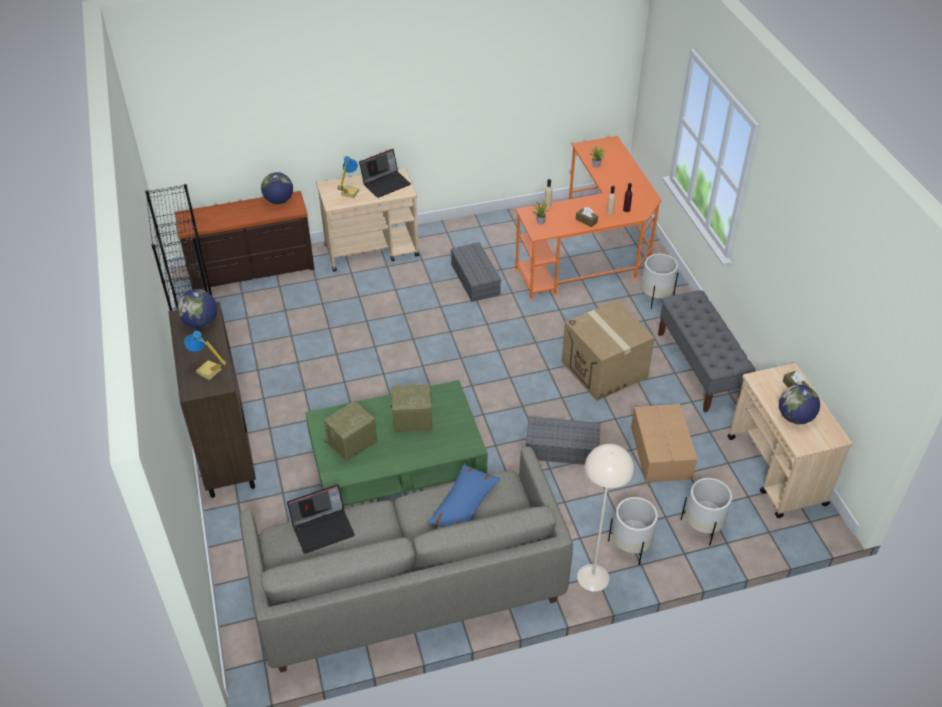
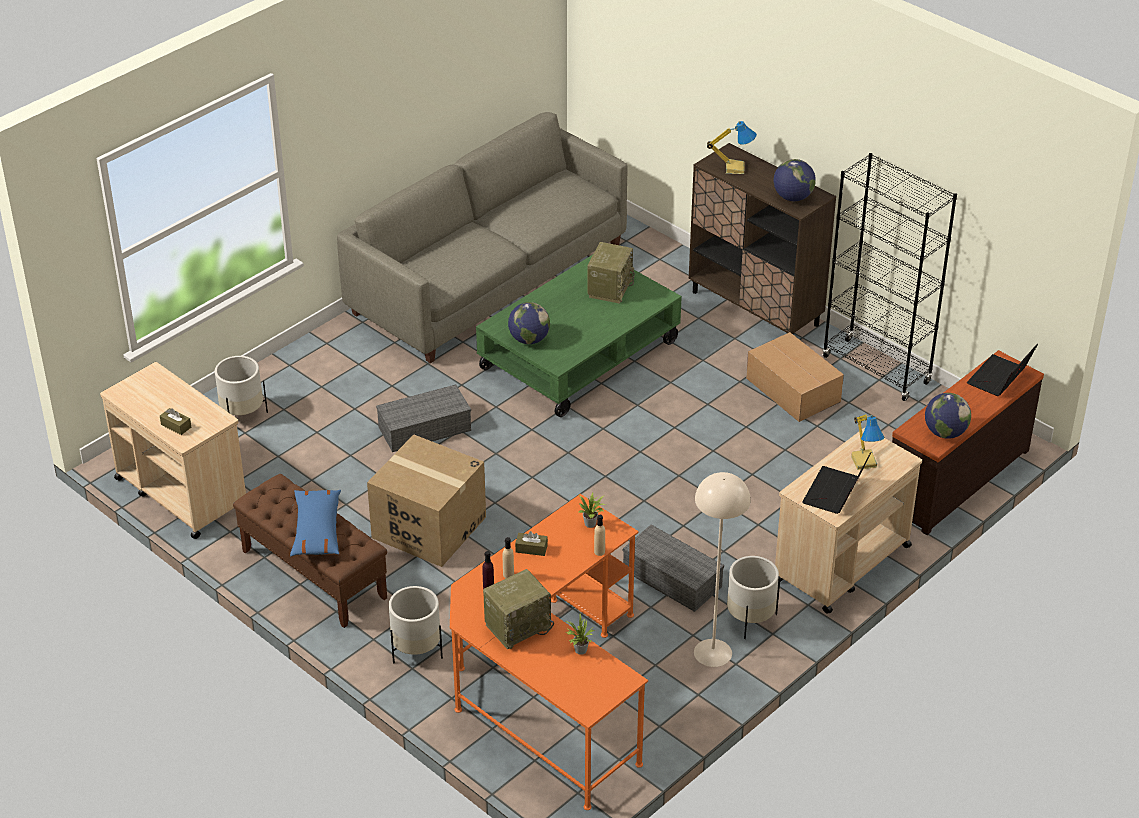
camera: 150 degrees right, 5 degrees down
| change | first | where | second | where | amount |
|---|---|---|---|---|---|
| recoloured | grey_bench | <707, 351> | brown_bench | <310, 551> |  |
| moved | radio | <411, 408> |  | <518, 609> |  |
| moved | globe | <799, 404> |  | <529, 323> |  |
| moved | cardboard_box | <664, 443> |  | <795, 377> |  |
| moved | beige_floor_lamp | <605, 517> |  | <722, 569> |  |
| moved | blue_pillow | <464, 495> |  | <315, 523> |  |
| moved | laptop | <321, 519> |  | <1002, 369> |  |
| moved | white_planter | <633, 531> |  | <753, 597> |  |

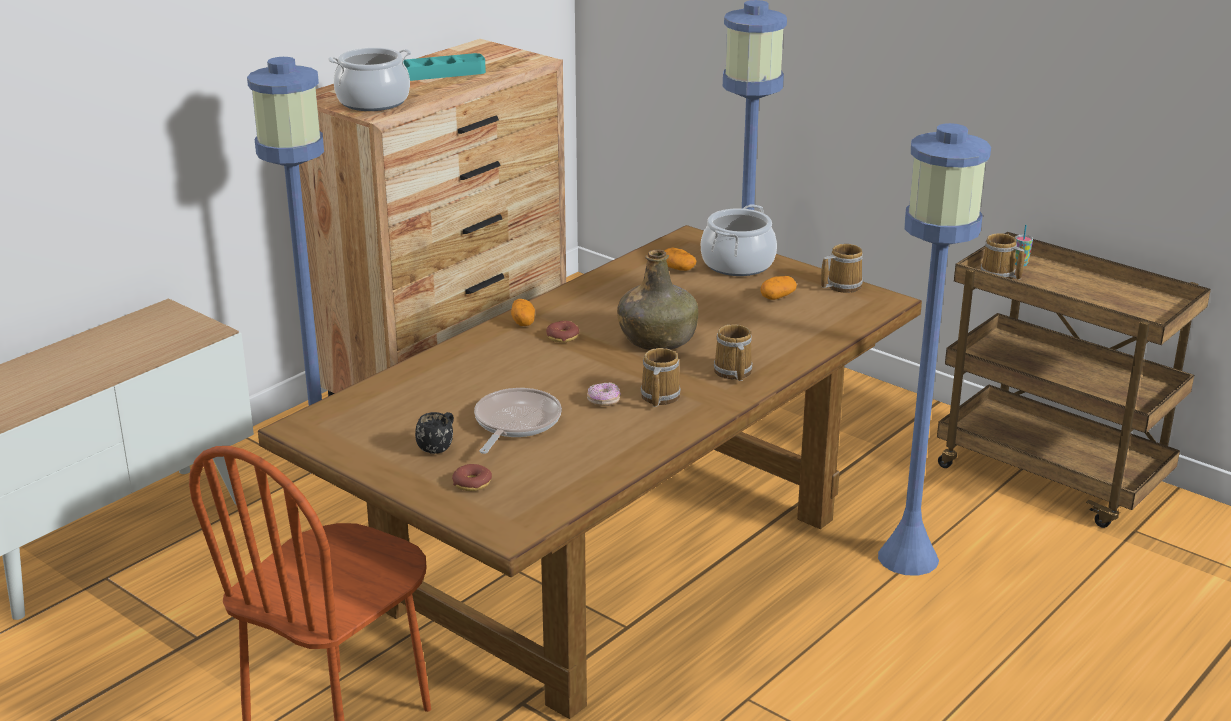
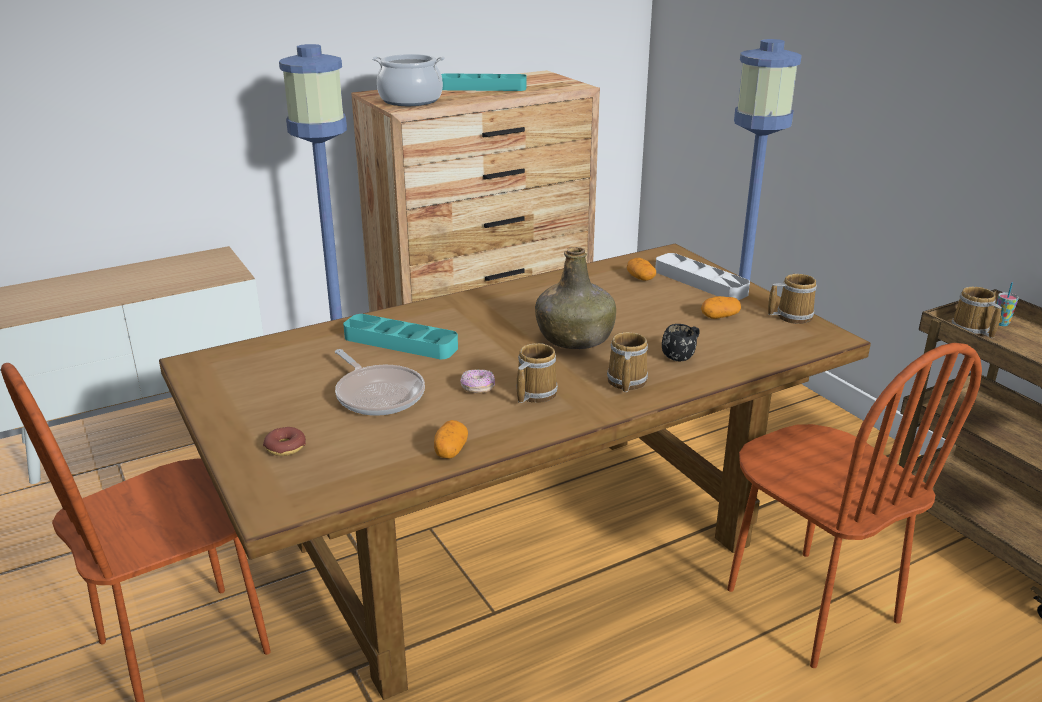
camera: 20 degrees right, 0 degrees up
| change | first | where | second | where | amount |
|---|---|---|---|---|---|
| replaced | blue_floor_lamp | <934, 349> | brown_chair | <854, 505> |  |
| replaced | cooking_pot | <739, 240> | grey_tray | <702, 276> |  |
| moved | potato | <523, 312> |  | <451, 439> |  |
| removed | donut | <562, 332> |  |  |  |
| turned | frying_pan | <518, 421> |  | <380, 382> | 105 degrees clockwise |
| moved | black_mug | <434, 433> |  | <681, 342> |  |
| added |  |  | turquoise_tray | <400, 336> |  |

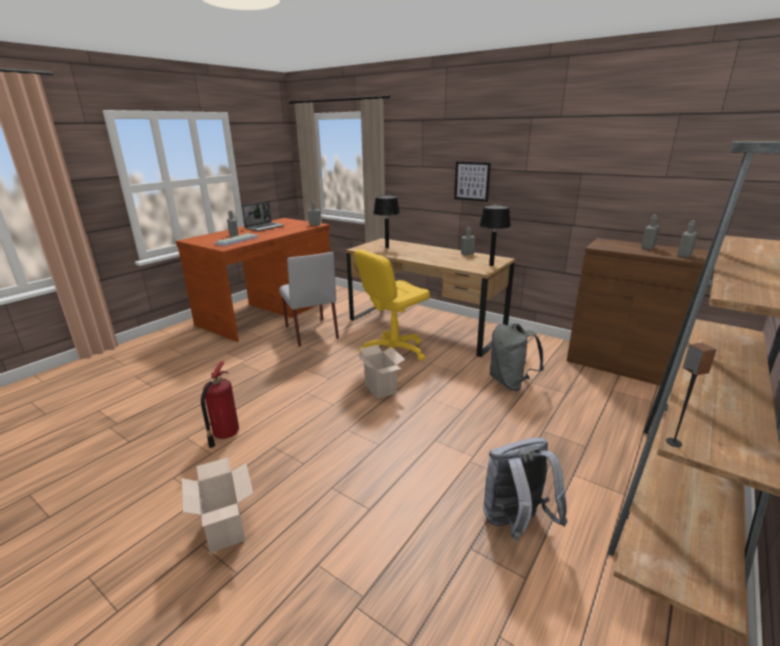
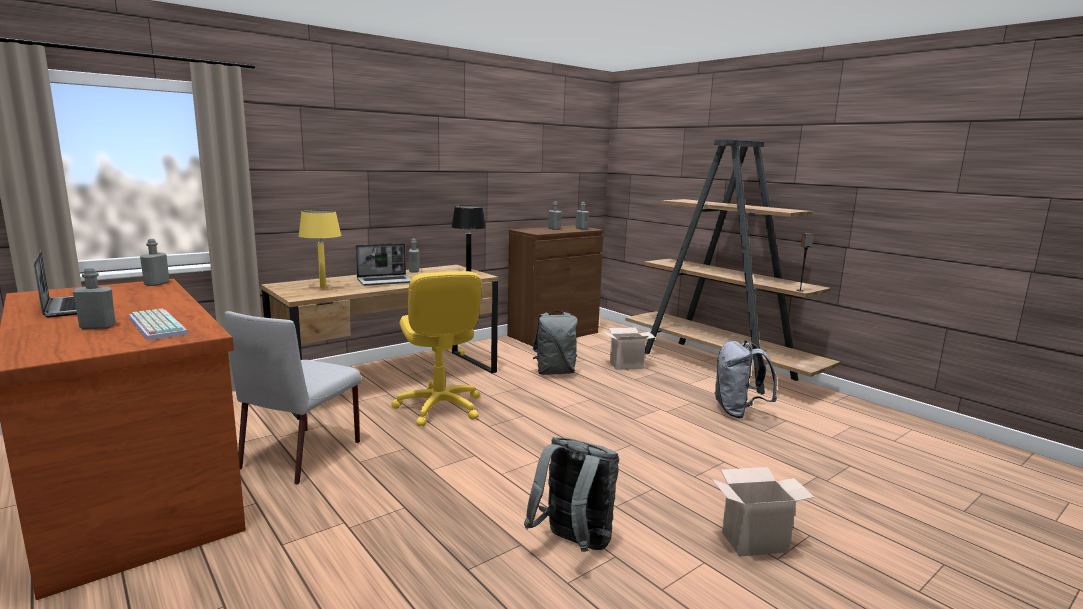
camera: 75 degrees left, 10 degrees down
| change | first | where | second | where | amount |
|---|---|---|---|---|---|
| removed | picture | <472, 181> |  |  |  |
| recoloured | black_table_lamp | <386, 221> | yellow_table_lamp | <319, 249> |  |
| turned | grey_chair | <309, 299> |  | <293, 398> | 120 degrees clockwise |
| moved | cardboard_box | <381, 372> |  | <629, 348> |  |
| replaced | fire_extinguisher | <220, 404> | grey_backpack | <571, 494> |  |
| added |  |  | laptop | <383, 264> |  |

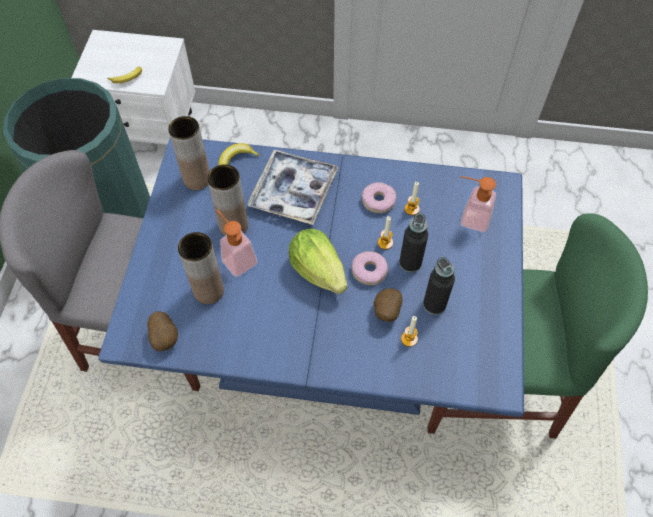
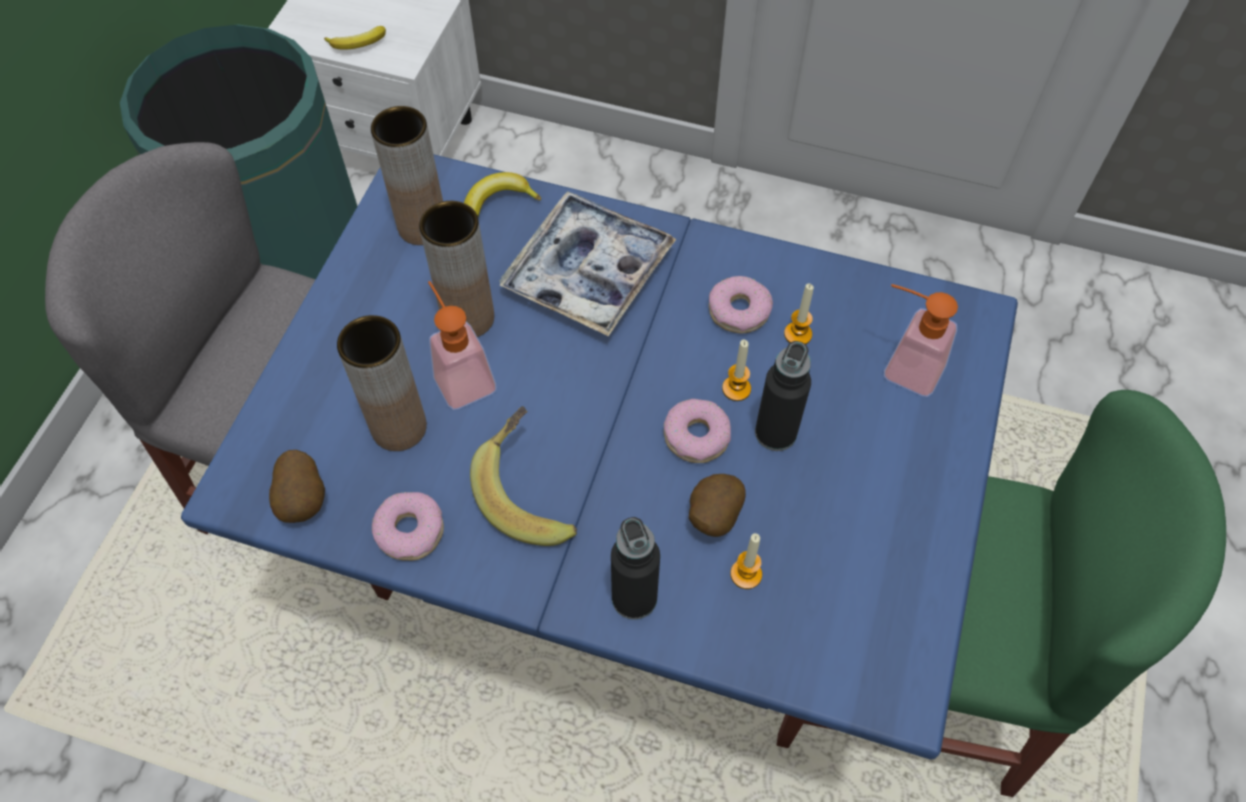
camera: 10 degrees right, 0 degrees up
| change | first | where | second | where | amount |
|---|---|---|---|---|---|
| removed | lettuce | <318, 261> |  |  |  |
| moved | black_bottle | <439, 286> |  | <635, 568> |  |
| added |  |  | banana | <523, 476> |  |
| added |  |  | donut | <408, 526> |  |

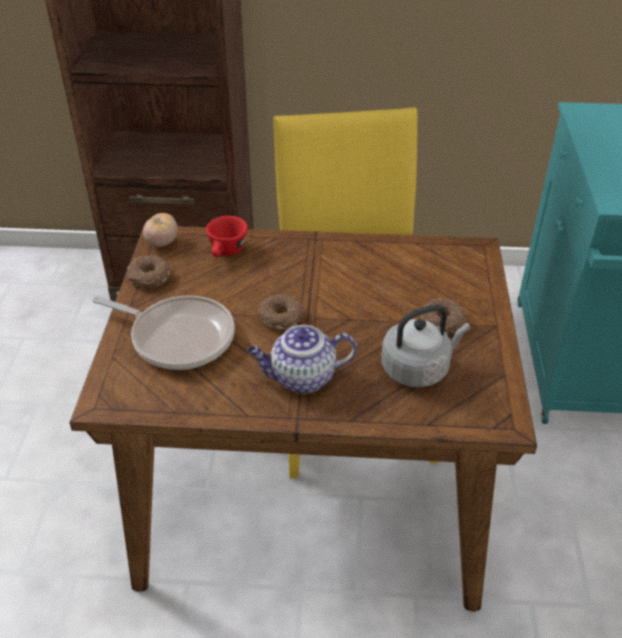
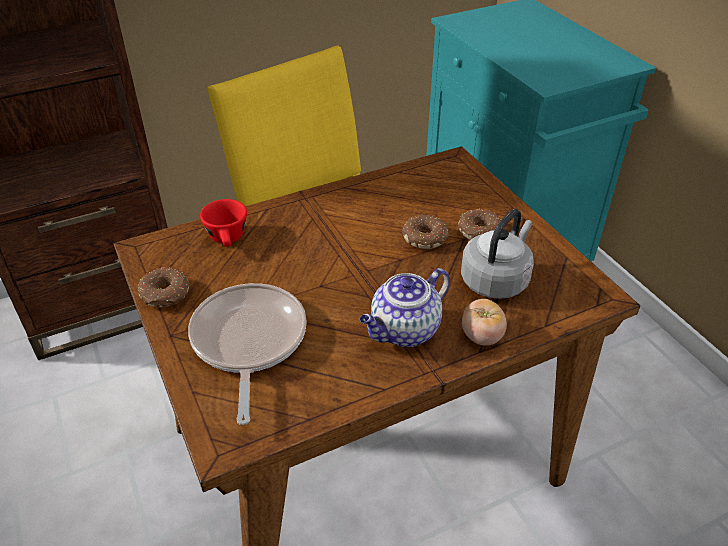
camera: 30 degrees left, 0 degrees up
| change | first | where | second | where | amount |
|---|---|---|---|---|---|
| moved | tomato | <160, 230> |  | <484, 322> |  |
| moved | donut | <282, 311> |  | <425, 232> |  |
| turned | frying_pan | <163, 332> |  | <247, 354> | 90 degrees counterclockwise |

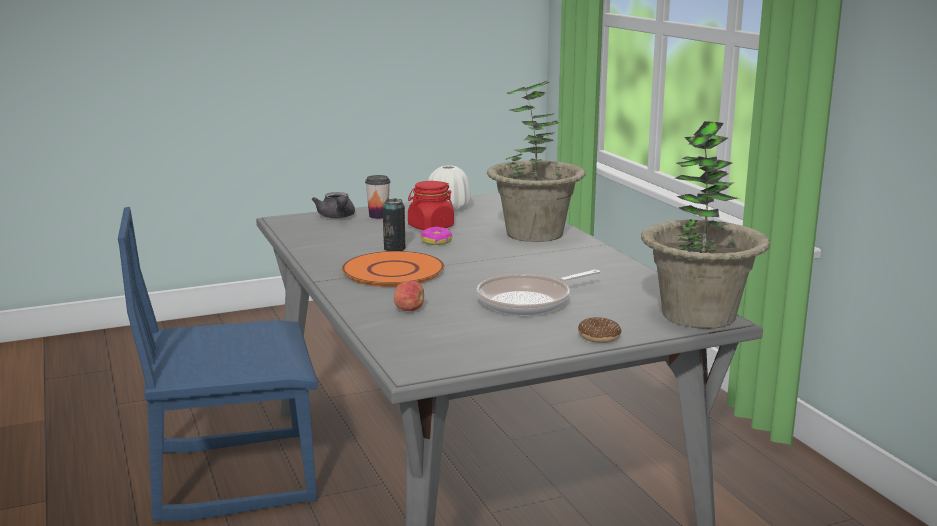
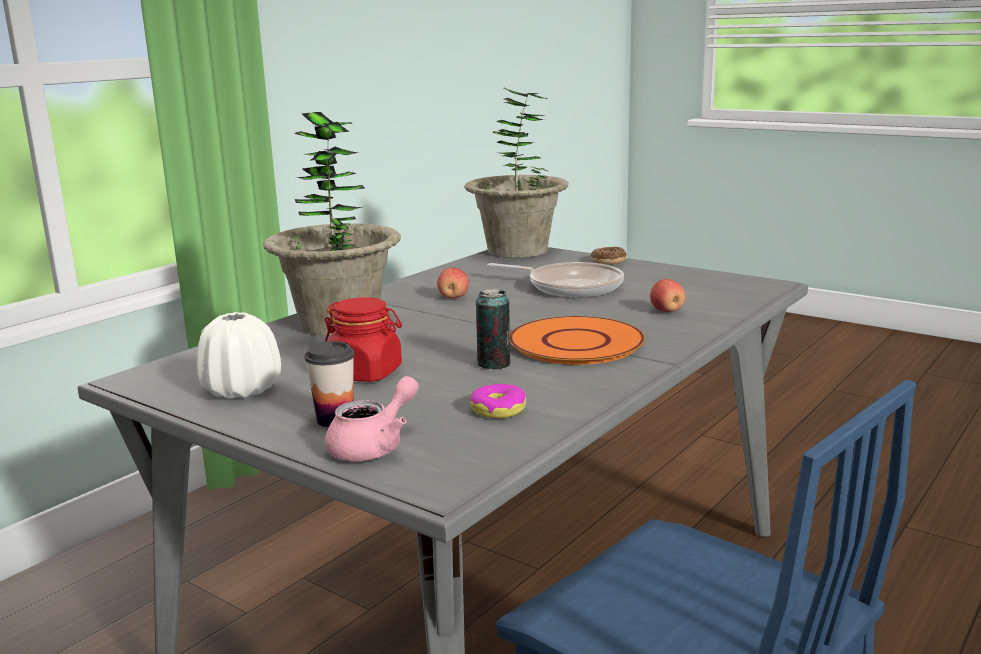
camera: 120 degrees left, 0 degrees up
| change | first | where | second | where | amount |
|---|---|---|---|---|---|
| recoloured | grey_teapot | <333, 205> | pink_teapot | <372, 418> |  |
| moved | donut | <437, 236> |  | <498, 401> |  |
| added |  |  | apple | <453, 282> |  |

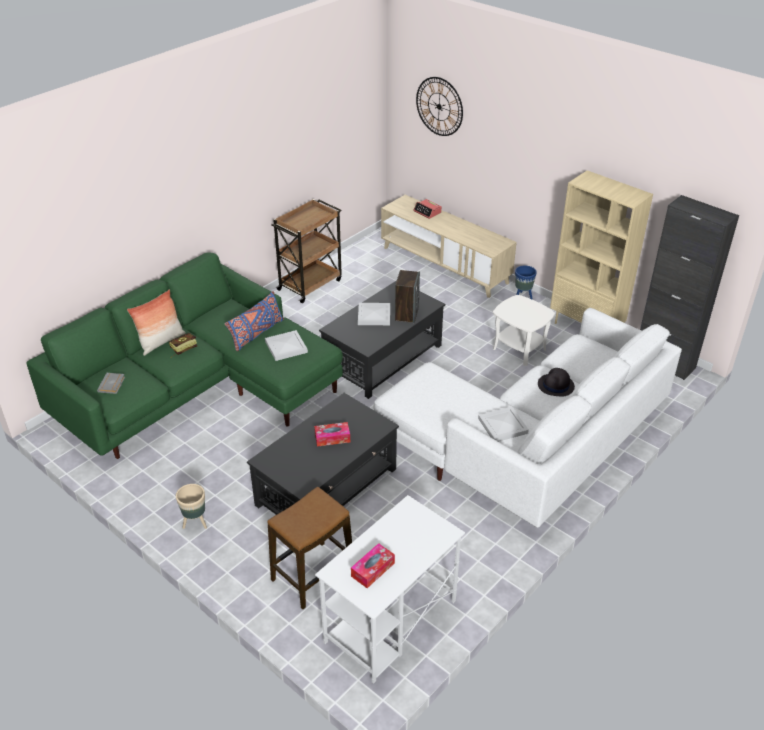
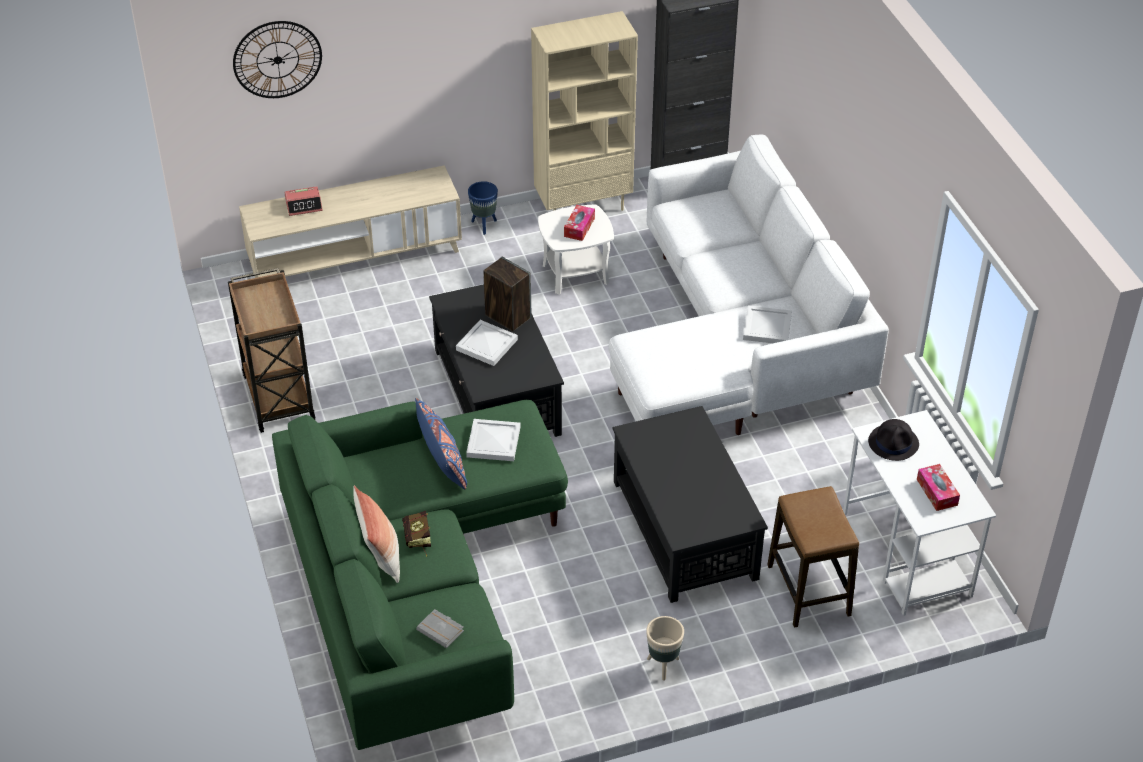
camera: 60 degrees left, 5 degrees up
| change | first | where | second | where | amount |
|---|---|---|---|---|---|
| moved | black_hat | <556, 382> |  | <893, 440> |  |
| moved | tissue_box | <332, 434> |  | <579, 223> |  |

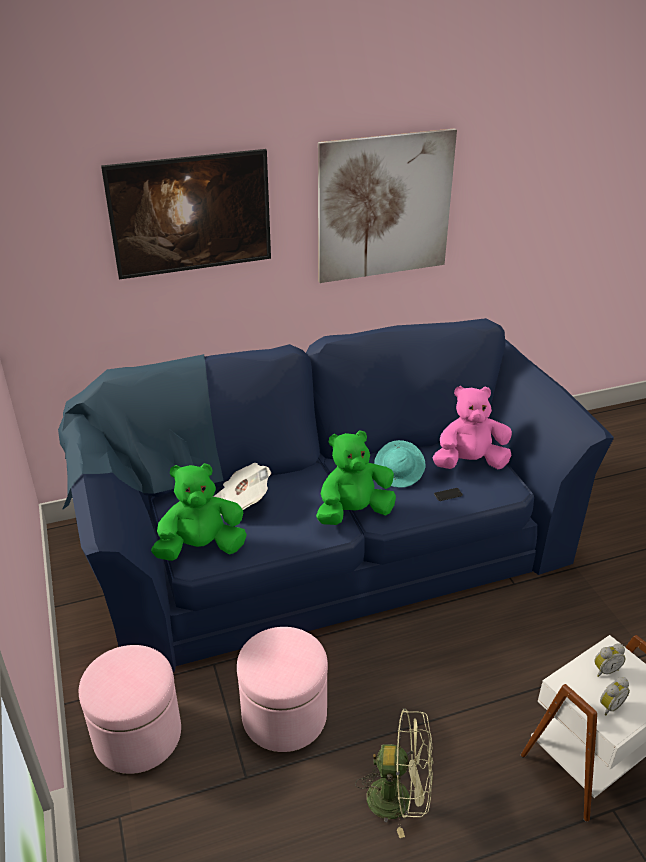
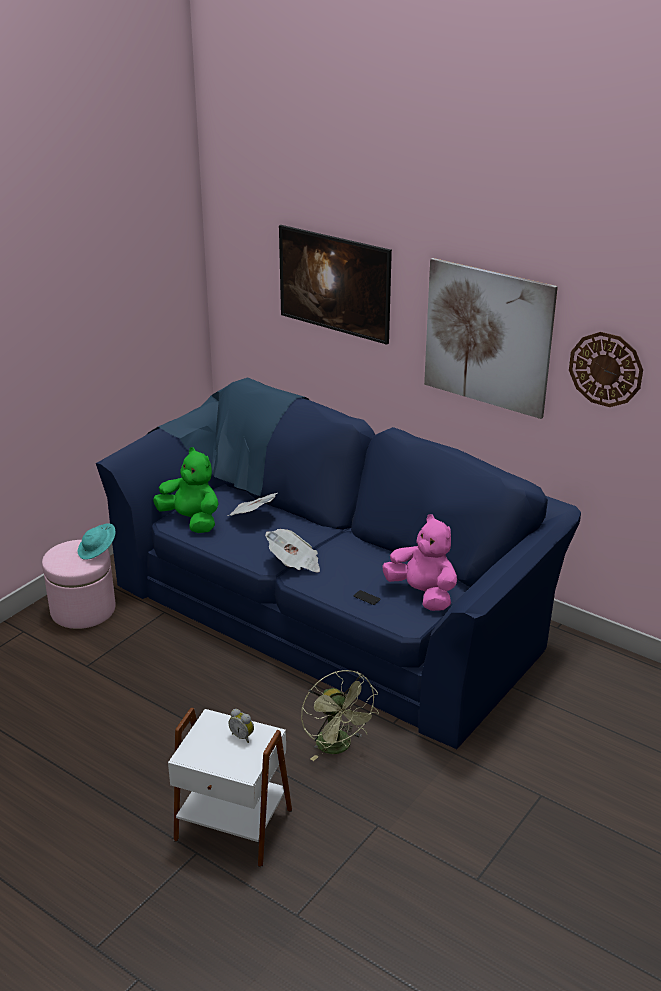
camera: 55 degrees right, 5 degrees down
| change | first | where | second | where | amount |
|---|---|---|---|---|---|
| replaced | green_plush_toy | <356, 477> | newspaper | <292, 550> |  |
| moved | turquoise_hat | <400, 464> |  | <97, 541> |  |
| removed | pink_ottoman | <282, 689> |  |  |  |
| removed | alarm_clock | <615, 696> |  |  |  |
| moved | green_fan | <394, 773> |  | <340, 715> |  |
| added |  |  | wall_clock | <606, 369> |  |

